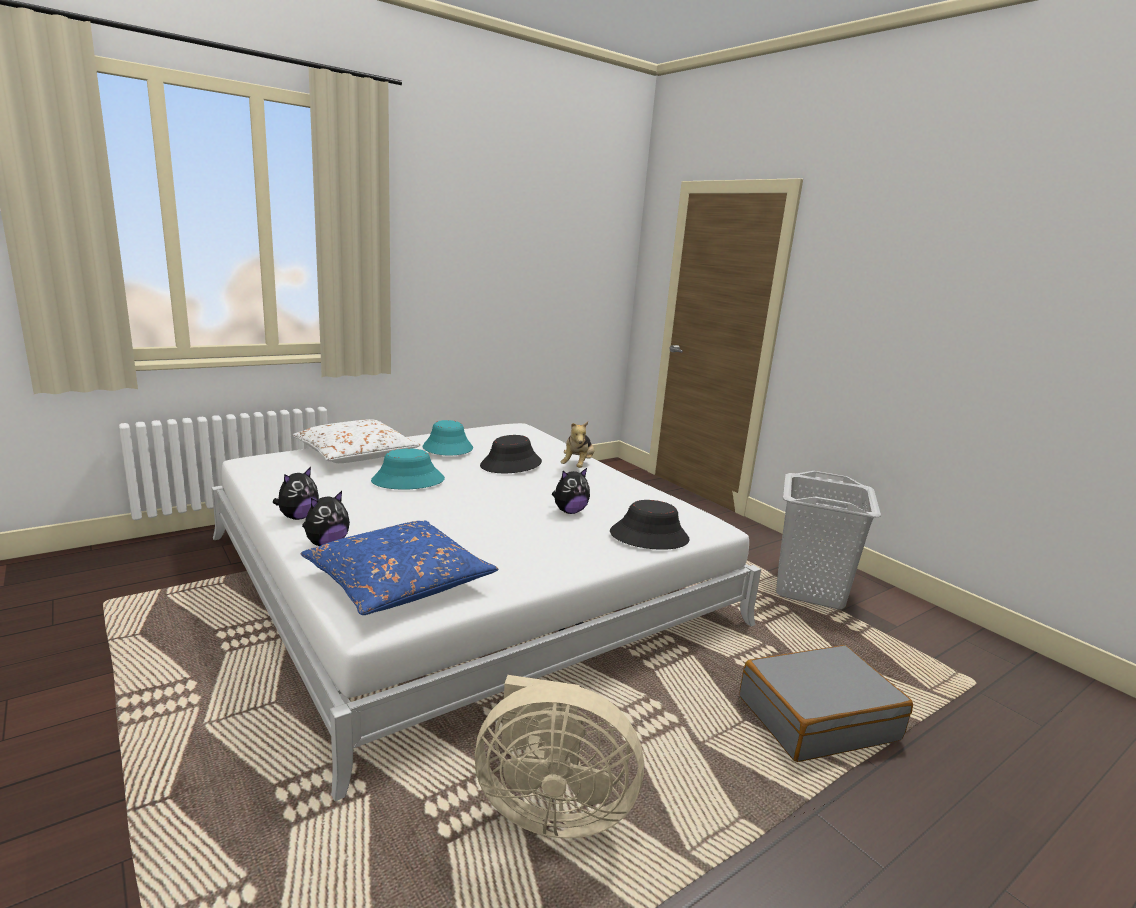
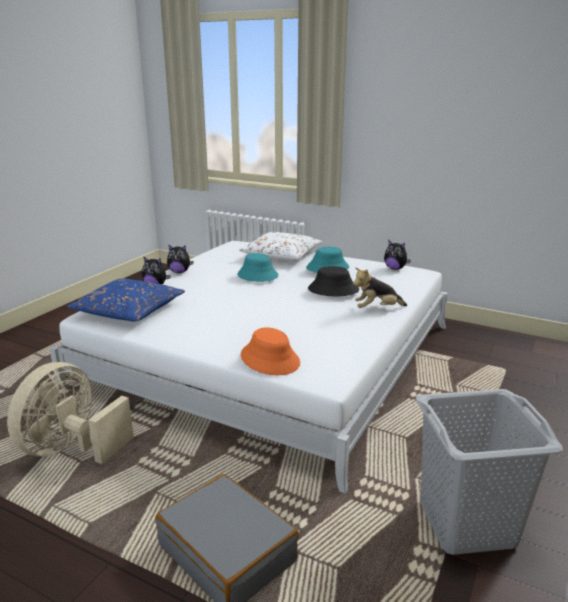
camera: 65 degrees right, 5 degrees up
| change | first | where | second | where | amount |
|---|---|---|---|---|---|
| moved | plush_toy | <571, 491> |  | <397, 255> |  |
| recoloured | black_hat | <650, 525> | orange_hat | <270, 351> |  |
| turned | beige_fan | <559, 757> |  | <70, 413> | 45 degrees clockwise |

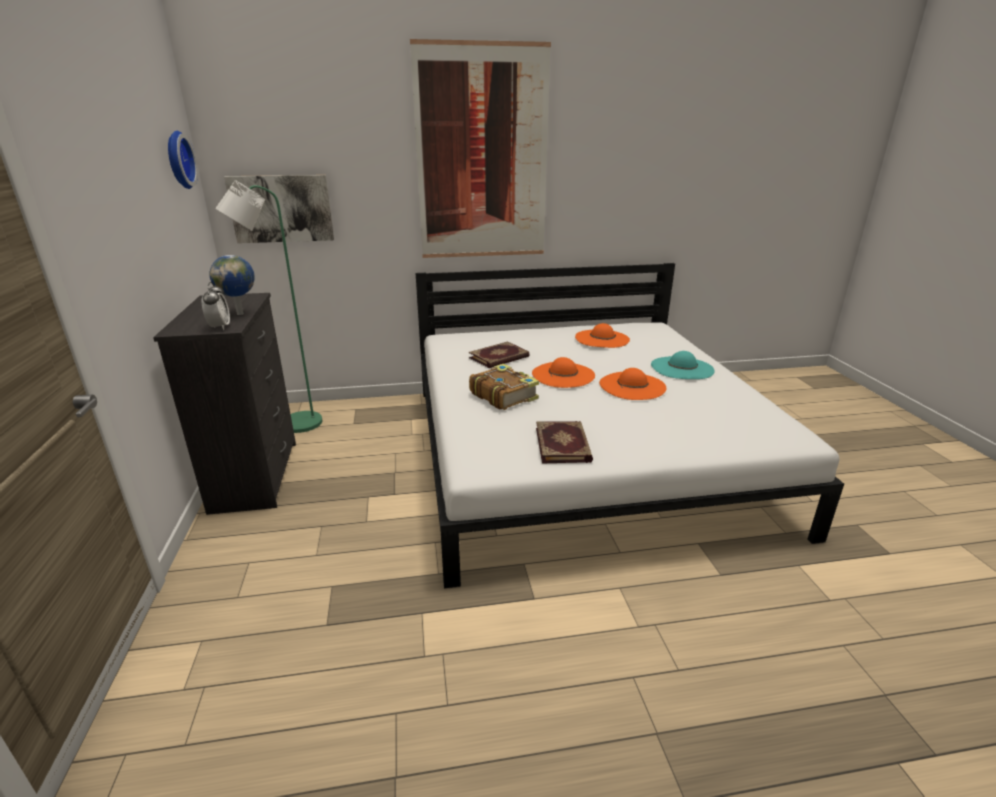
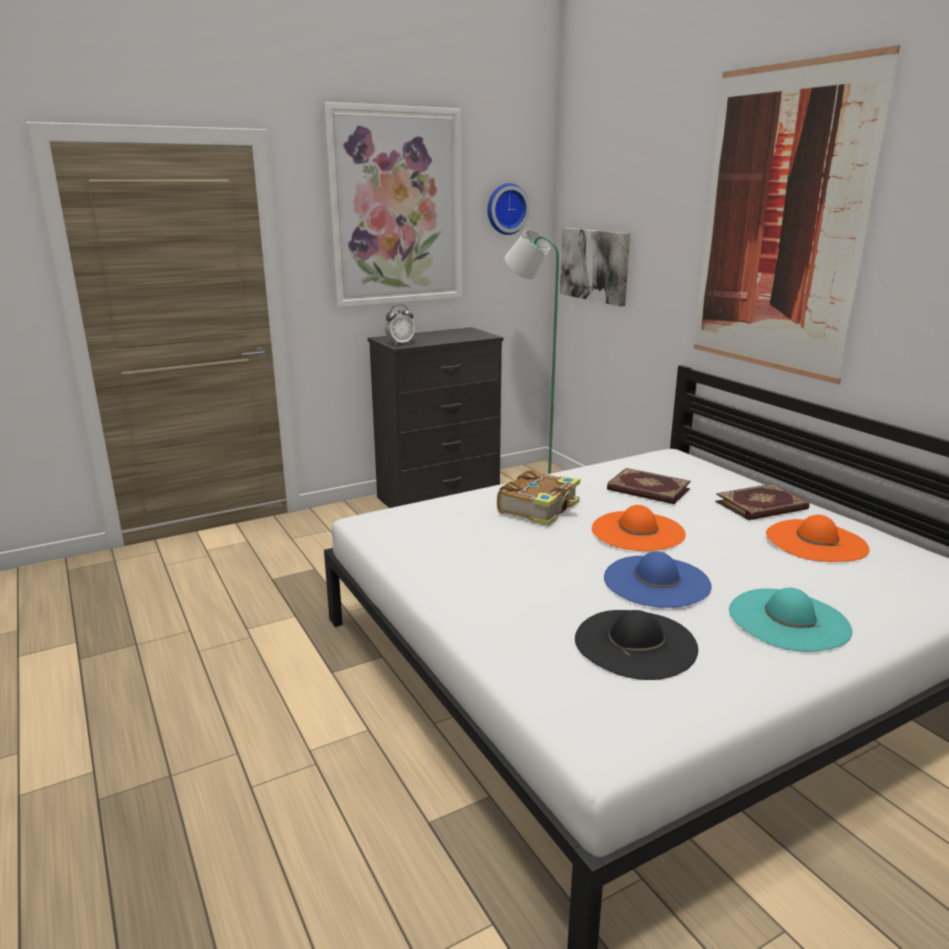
camera: 70 degrees right, 5 degrees down
| change | first | where | second | where | amount |
|---|---|---|---|---|---|
| removed | globe | <232, 285> |  |  |  |
| recoloured | orange_hat | <633, 384> | blue_hat | <658, 579> |  |
| moved | book | <564, 442> |  | <762, 502> |  |
| added |  |  | picture | <392, 204> |  |
| added |  |  | black_hat | <636, 645> |  |

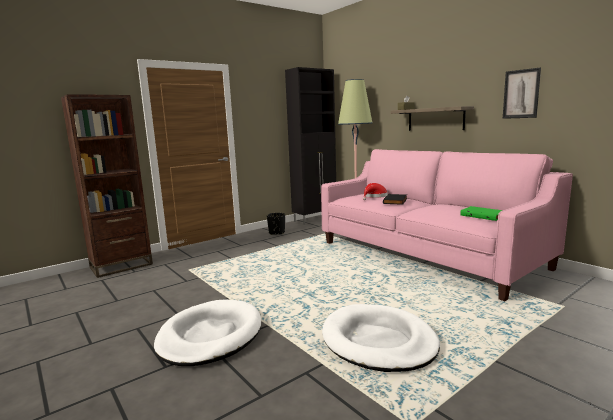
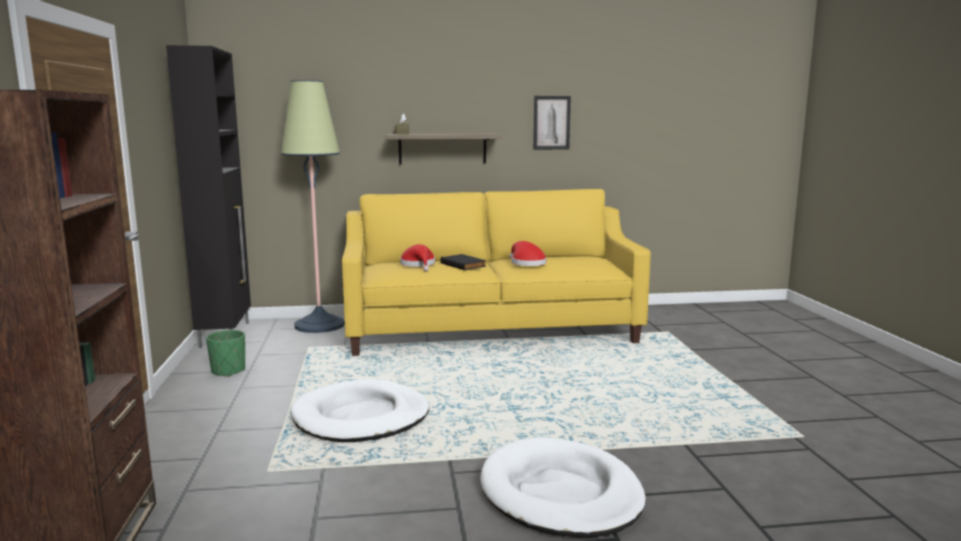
camera: 60 degrees left, 0 degrees up
| change | first | where | second | where | amount |
|---|---|---|---|---|---|
| recoloured | pink_sofa | <447, 225> | yellow_sofa | <496, 272> |  |
| removed | green_book | <481, 213> |  |  |  |
| recoloured | black_planter | <276, 224> | green_planter | <225, 353> |  |
| moved | white_dog_bed | <381, 338> |  | <359, 410> |  |
| added |  |  | red_hat | <527, 253> |  |

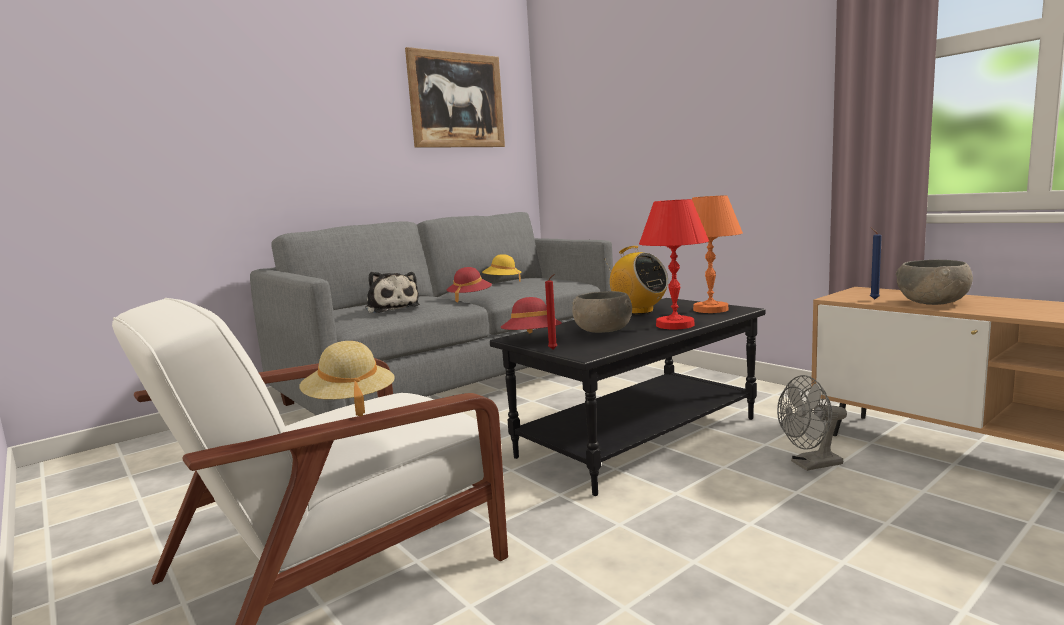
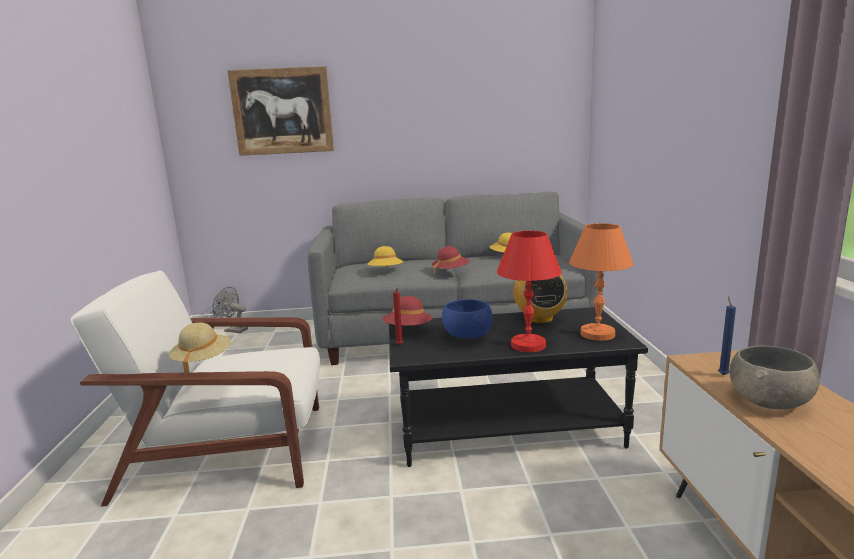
camera: 35 degrees right, 5 degrees up
| change | first | where | second | where | amount |
|---|---|---|---|---|---|
| moved | picture | <455, 97> |  | <280, 111> |  |
| replaced | plush_toy | <392, 292> | yellow_hat | <385, 256> |  |
| recoloured | grey_bowl | <602, 312> | blue_bowl | <467, 319> |  |
| moved | grey_fan | <812, 423> |  | <230, 310> |  |

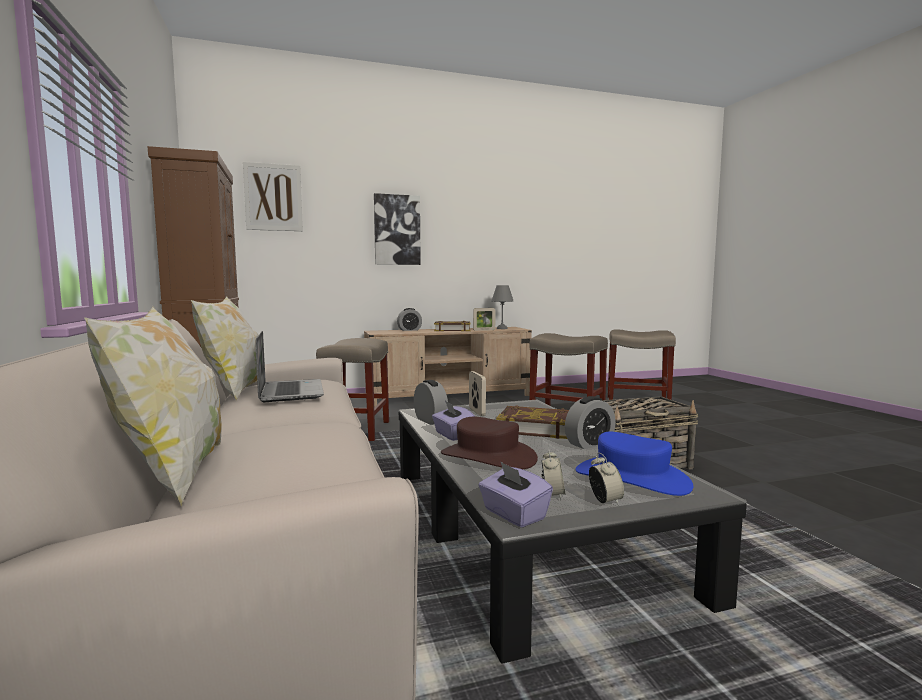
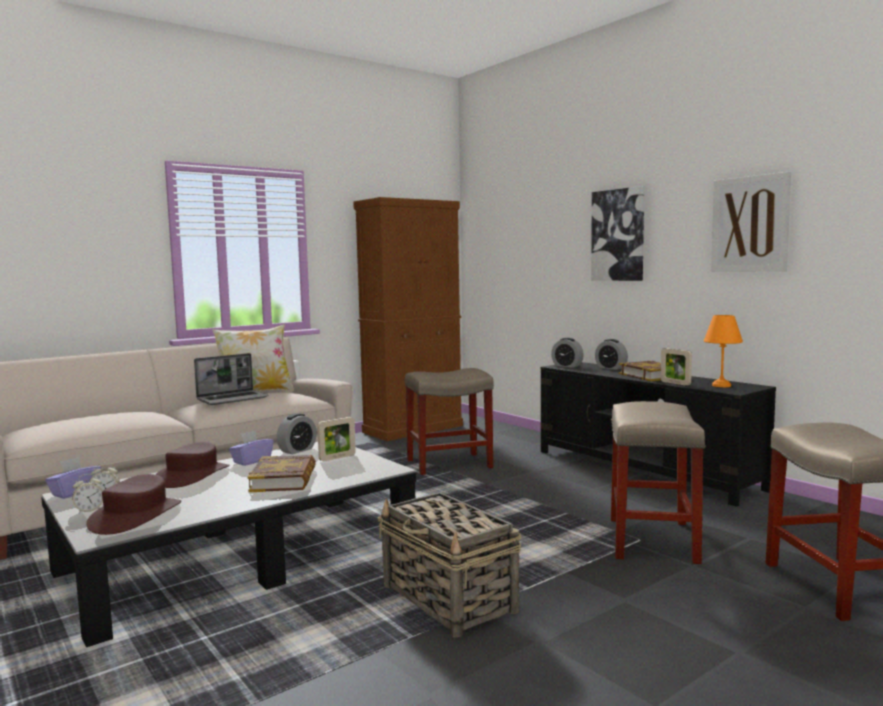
camera: 70 degrees right, 0 degrees up
| change | first | where | second | where | amount |
|---|---|---|---|---|---|
| moved | picture | <273, 196> |  | <751, 221> |  |
| recoloured | grey_table_lamp | <502, 307> | orange_table_lamp | <723, 351> |  |
| removed | pillow | <153, 406> |  |  |  |
| recoloured | beige_tv_stand | <448, 367> | black_tv_stand | <658, 434> |  |
| moved | alarm_clock | <590, 422> |  | <567, 353> |  |
| recoloured | blue_hat | <634, 464> | brown_hat | <133, 504> |  |

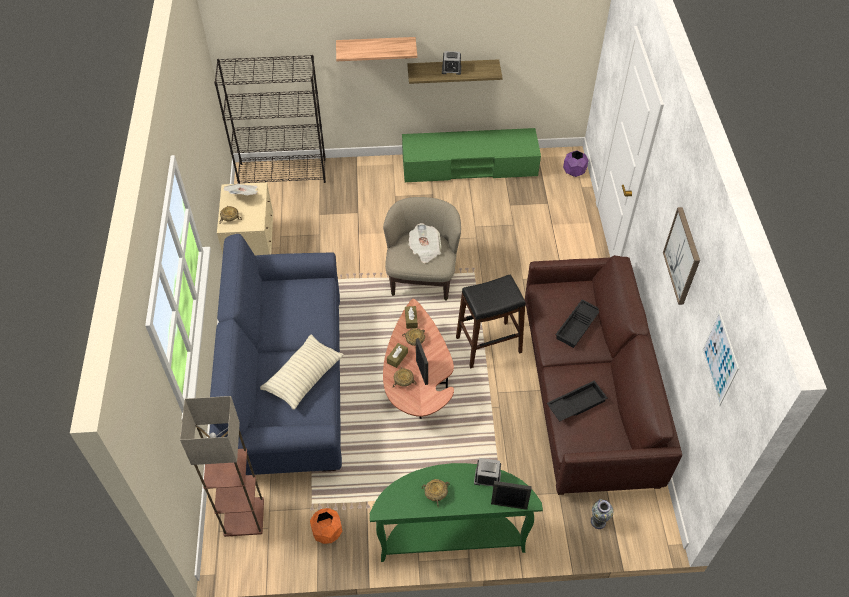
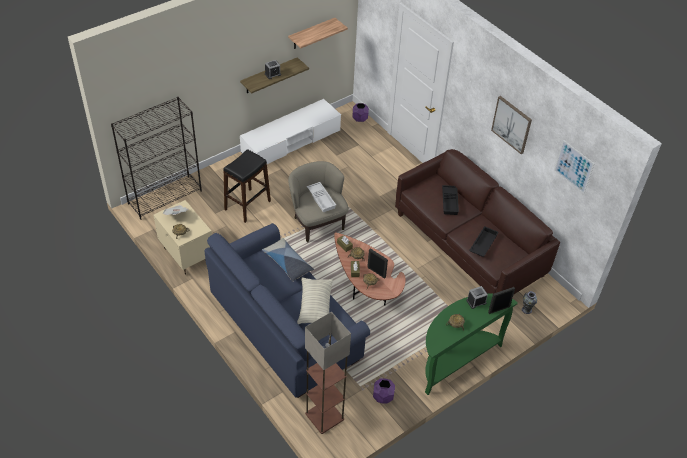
camera: 35 degrees left, 5 degrees down
| change | first | where | second | where | amount |
|---|---|---|---|---|---|
| moved | shelf | <376, 49> |  | <318, 33> |  |
| recoloured | green_tv_stand | <471, 155> | white_tv_stand | <290, 131> |  |
| replaced | newspaper | <425, 243> | white_tray | <321, 197> |  |
| moved | black_stool | <491, 321> |  | <247, 186> |  |
| recoloured | orange_planter | <326, 526> | purple_planter | <384, 391> |  |
| added |  |  | pillow | <288, 259> |  |

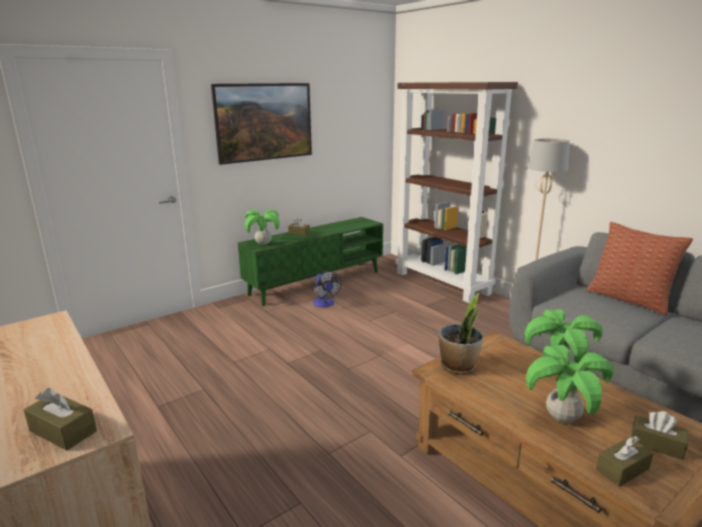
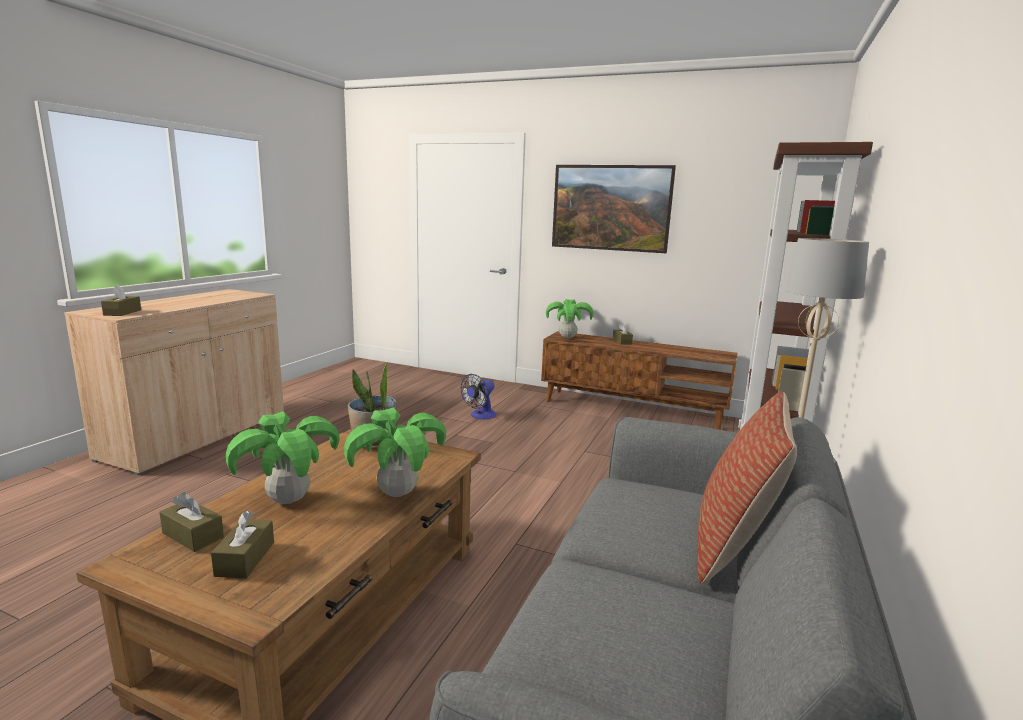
camera: 60 degrees right, 5 degrees down
| change | first | where | second | where | amount |
|---|---|---|---|---|---|
| recoloured | green_tv_stand | <310, 261> | brown_tv_stand | <639, 380> |  |
| moved | fan | <327, 289> |  | <478, 396> |  |

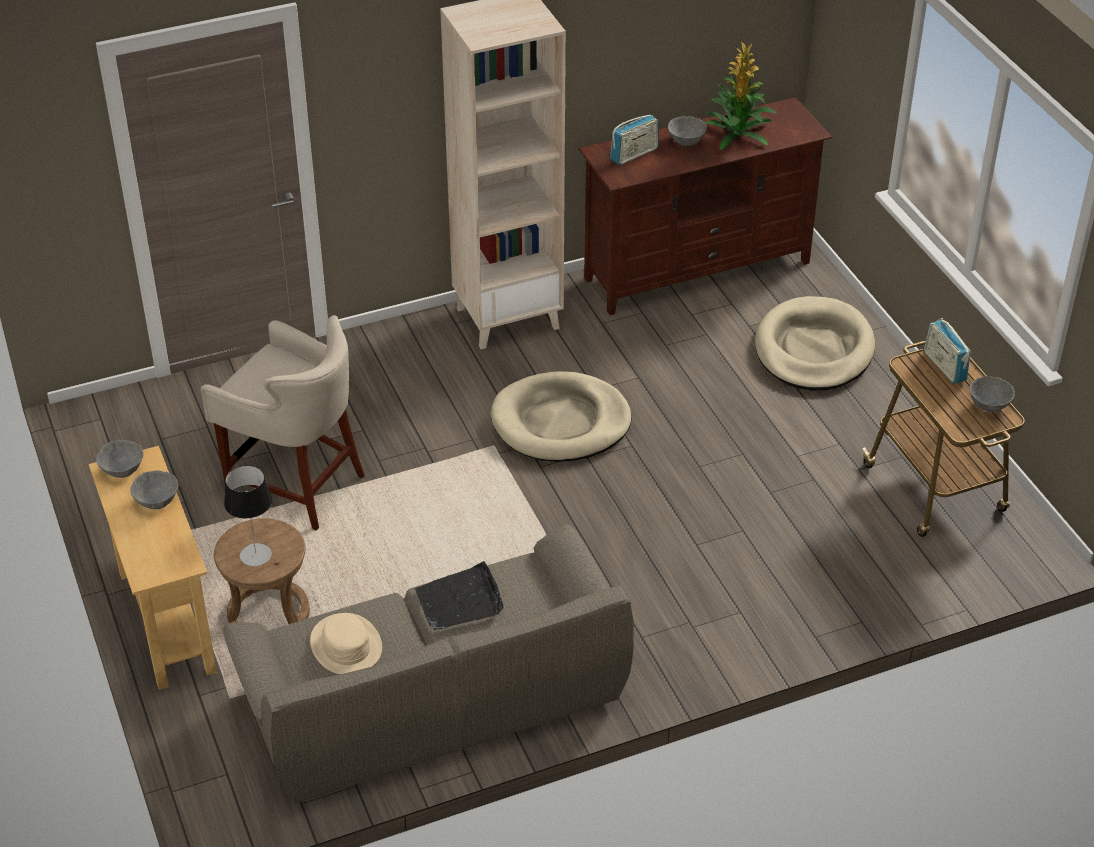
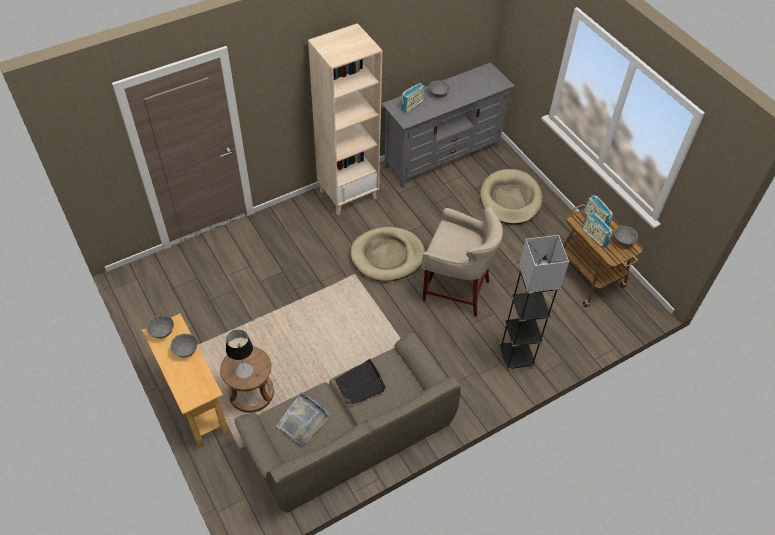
camera: 10 degrees left, 10 degrees up
| change | first | where | second | where | amount |
|---|---|---|---|---|---|
| removed | potted_plant | <741, 96> |  |  |  |
| recoloured | brown_tv_stand | <705, 206> | grey_tv_stand | <448, 125> |  |
| moved | beige_stool | <283, 423> |  | <462, 262> |  |
| replaced | beige_hat | <346, 643> | grey_tray | <302, 418> |  |
| added |  |  | radio | <597, 230> |  |
| added |  |  | grey_floor_lamp | <534, 302> |  |

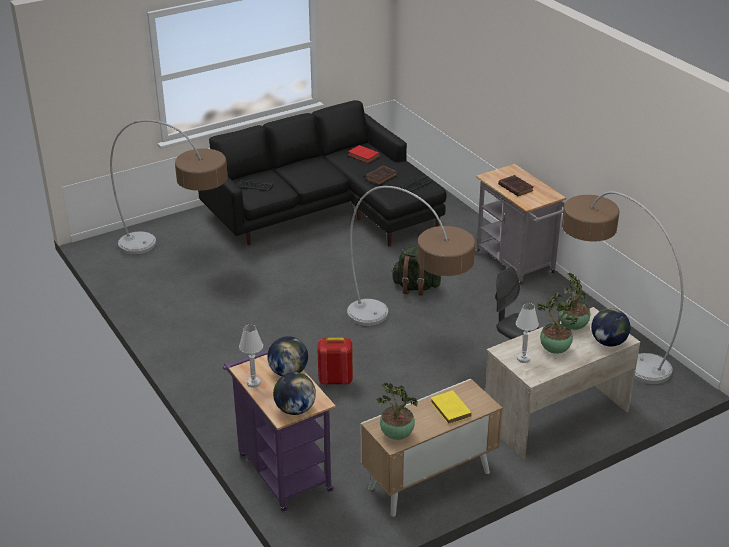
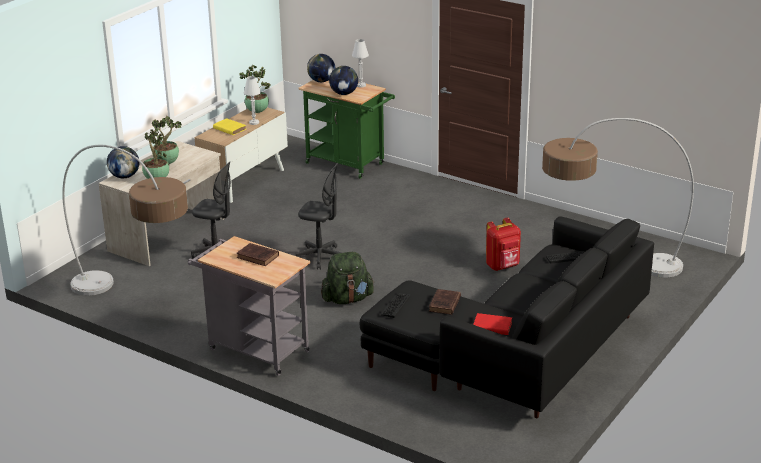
camera: 155 degrees right, 5 degrees down
| change | first | where | second | where | amount |
|---|---|---|---|---|---|
| replaced | floor_lamp | <411, 256> | grey_office_chair | <319, 216> |  |
| moved | white_table_lamp | <527, 333> |  | <252, 100> |  |
| moved | red_backpack | <335, 361> |  | <503, 244> |  |
| recoloured | purple_cart | <279, 431> | green_cart | <346, 129> |  |

